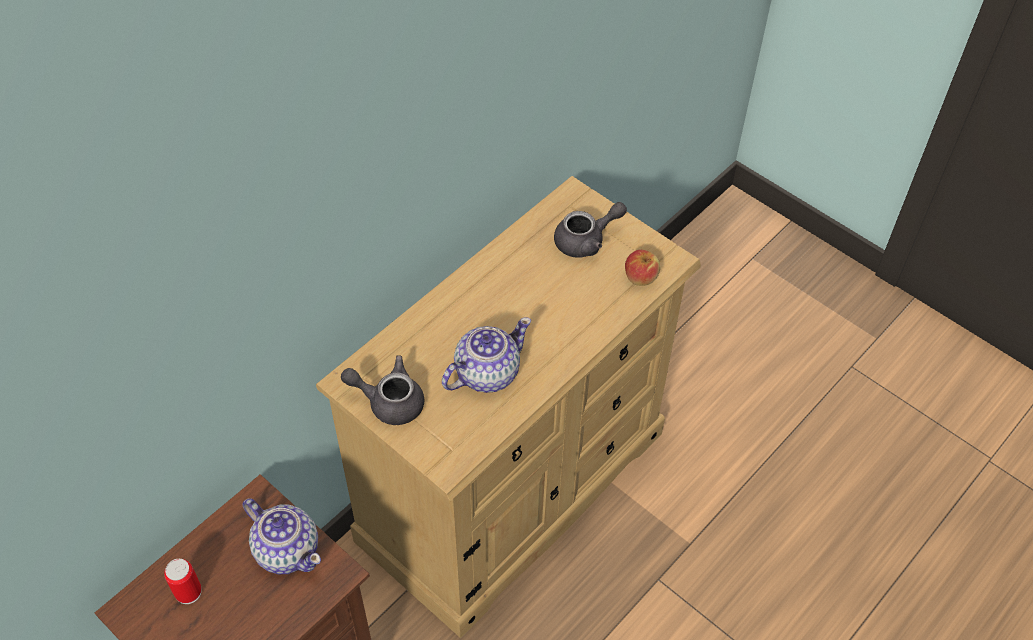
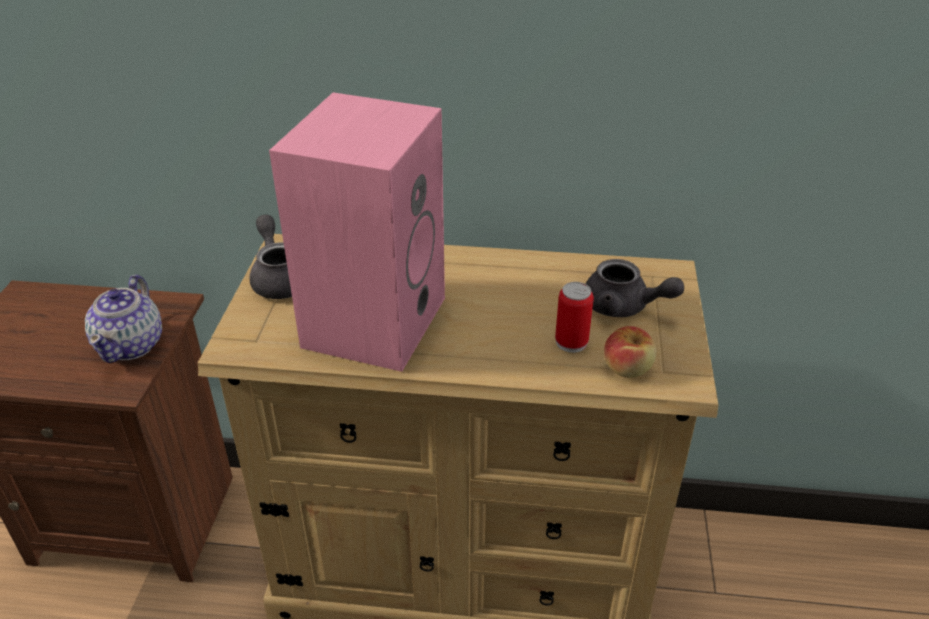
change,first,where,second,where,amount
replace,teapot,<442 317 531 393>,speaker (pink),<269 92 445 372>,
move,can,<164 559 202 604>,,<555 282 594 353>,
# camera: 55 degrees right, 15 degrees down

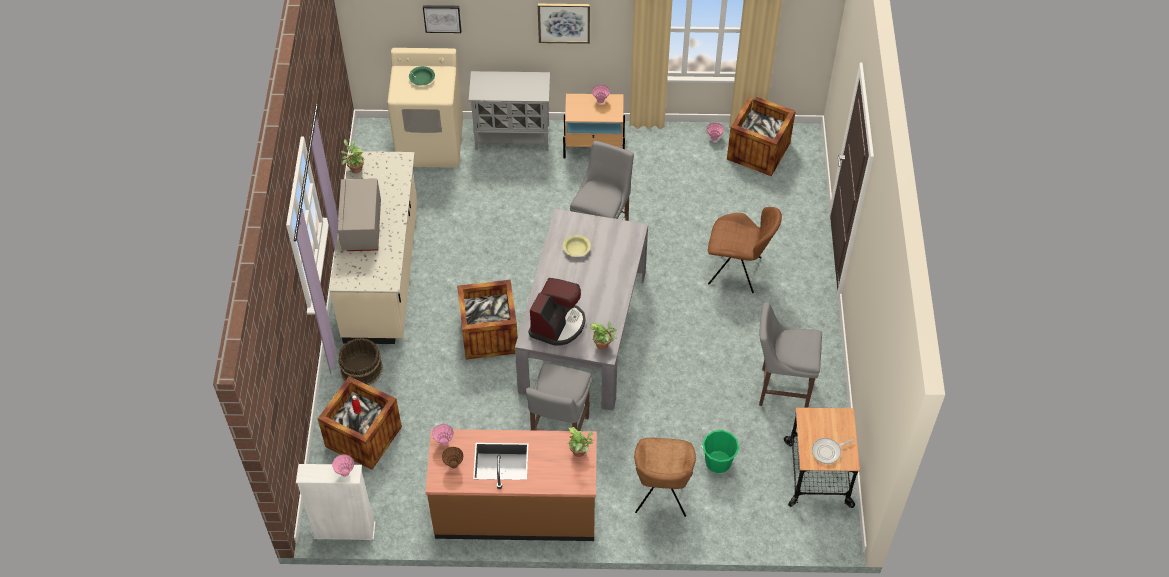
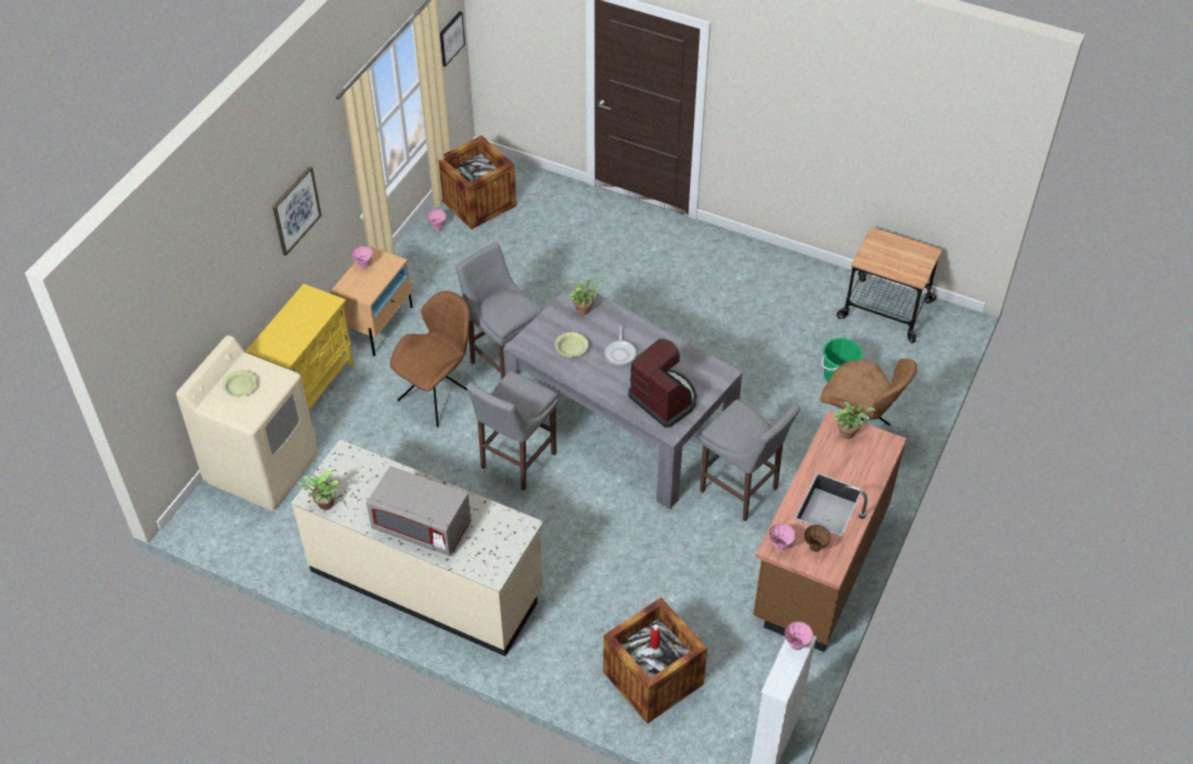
change,first,where,second,where,amount
recolor,bowl (green),<409 66 435 85>,bowl (yellow),<221 370 257 397>,
recolor,cabinet (grey),<468 71 550 151>,cabinet (yellow),<246 284 354 410>,
move,chair (brown),<708 207 782 293>,,<390 291 470 427>,
move,picture,<423 5 461 33>,,<440 11 465 67>,
move,stool (grey),<759 302 822 408>,,<466 371 558 491>,
move,potted plant,<590 321 617 350>,,<569 279 604 315>,
move,frying pan,<812 438 854 464>,,<604 326 637 366>,
delete,bucket (brown),<338 338 383 385>,,,
delete,crate,<457 280 518 360>,,,
# camera: 65 degrees left, 5 degrees down

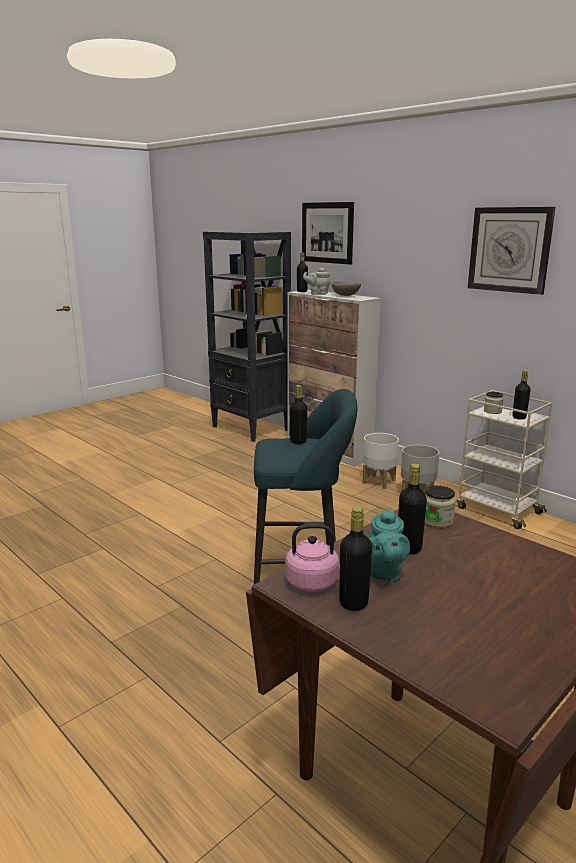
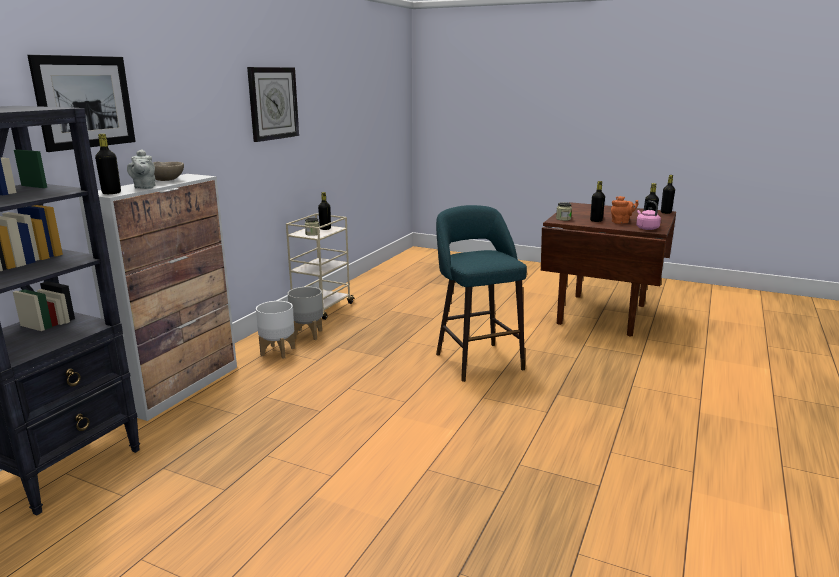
change,first,where,second,where,amount
recolor,teapot (turquoise),<369 507 410 583>,teapot (orange),<611 196 638 224>,
move,bottle (black),<290 385 307 444>,,<661 175 675 214>,
# camera: 110 degrees left, 0 degrees up

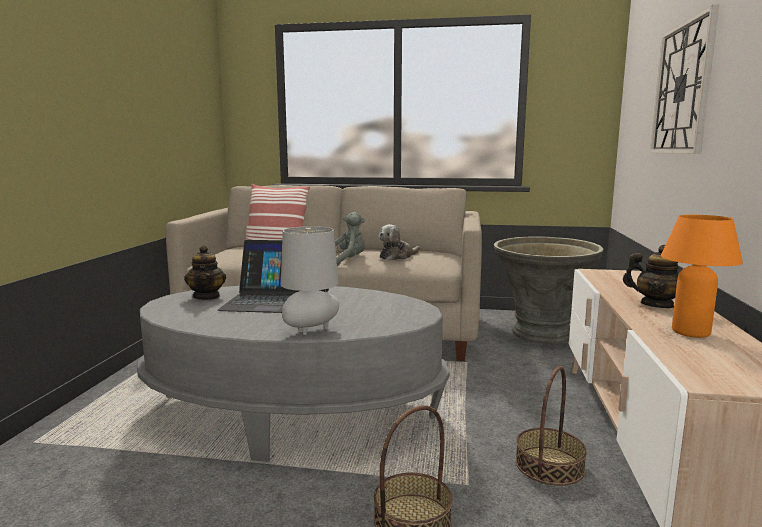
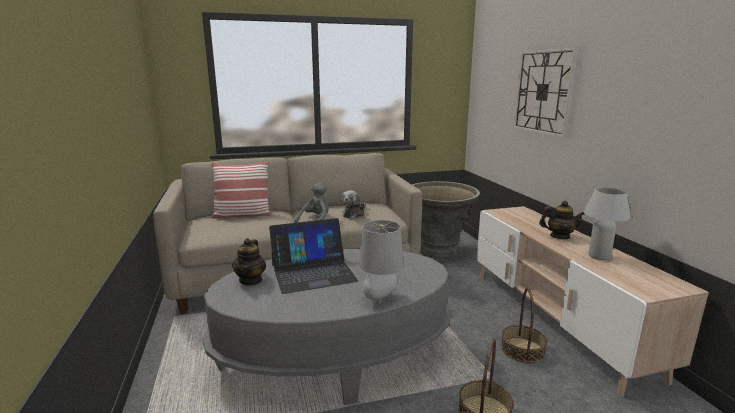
change,first,where,second,where,amount
rotate,teapot,<184 245 226 300>,,<232 238 266 285>,45 degrees clockwise
recolor,table lamp (orange),<661 215 743 338>,table lamp (white),<584 188 631 260>,
# camera: 25 degrees left, 5 degrees up

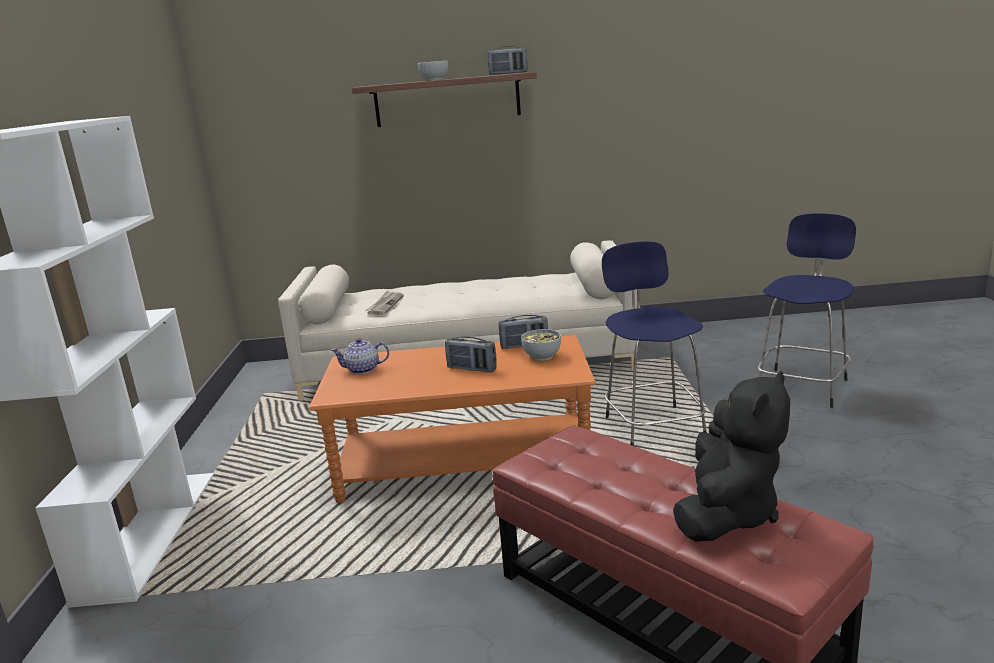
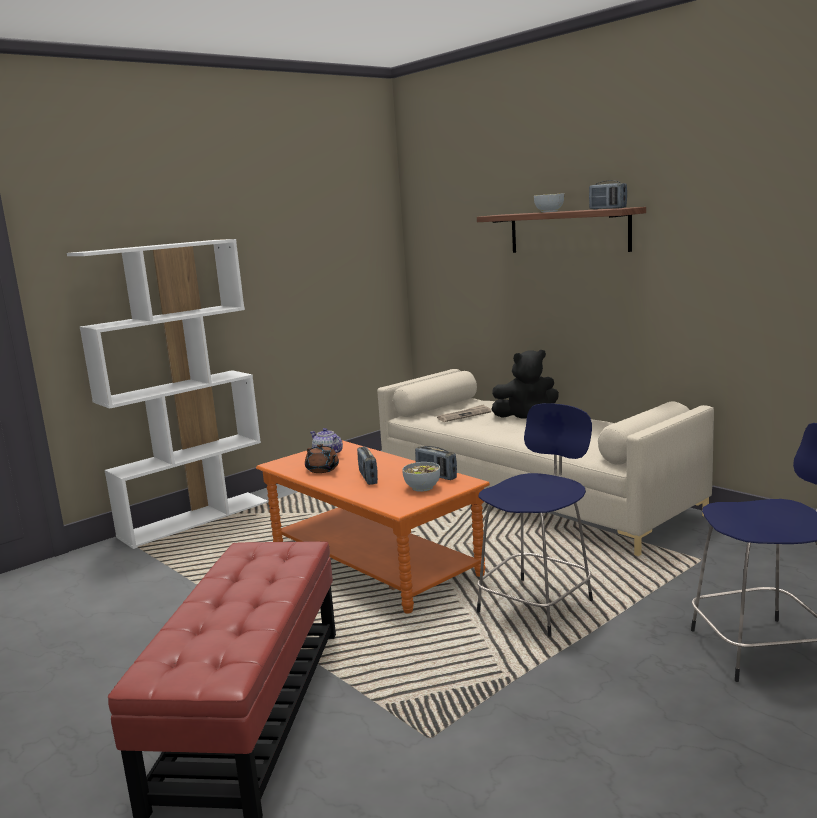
change,first,where,second,where,amount
insert,,,teapot (brown),<305 444 339 473>,
move,plush toy (black),<673 371 790 542>,,<491 350 559 419>,
# camera: 50 degrees right, 5 degrees down

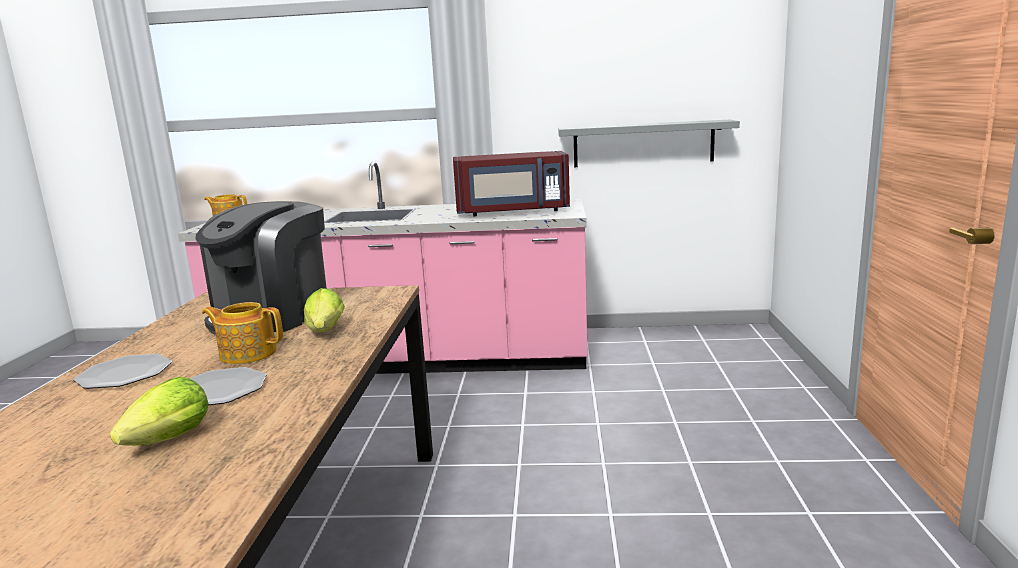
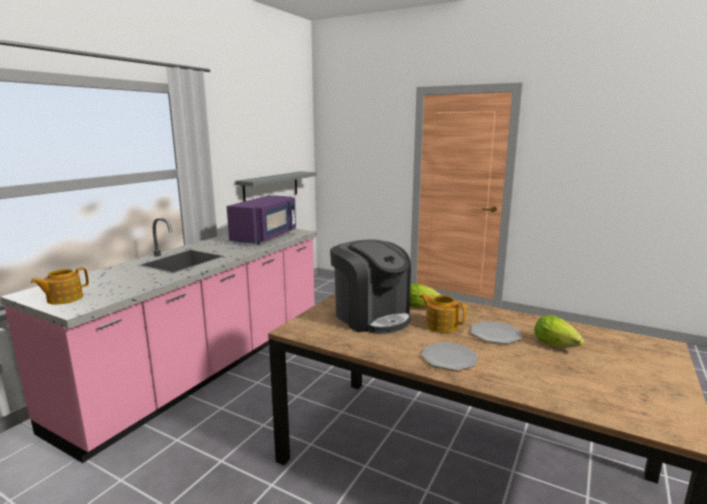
change,first,where,second,where,amount
recolor,microwave (red),<453 151 570 216>,microwave (purple),<227 195 296 244>,
rotate,teapot,<202 302 283 364>,,<420 294 466 333>,90 degrees clockwise
# camera: 65 degrees left, 0 degrees up

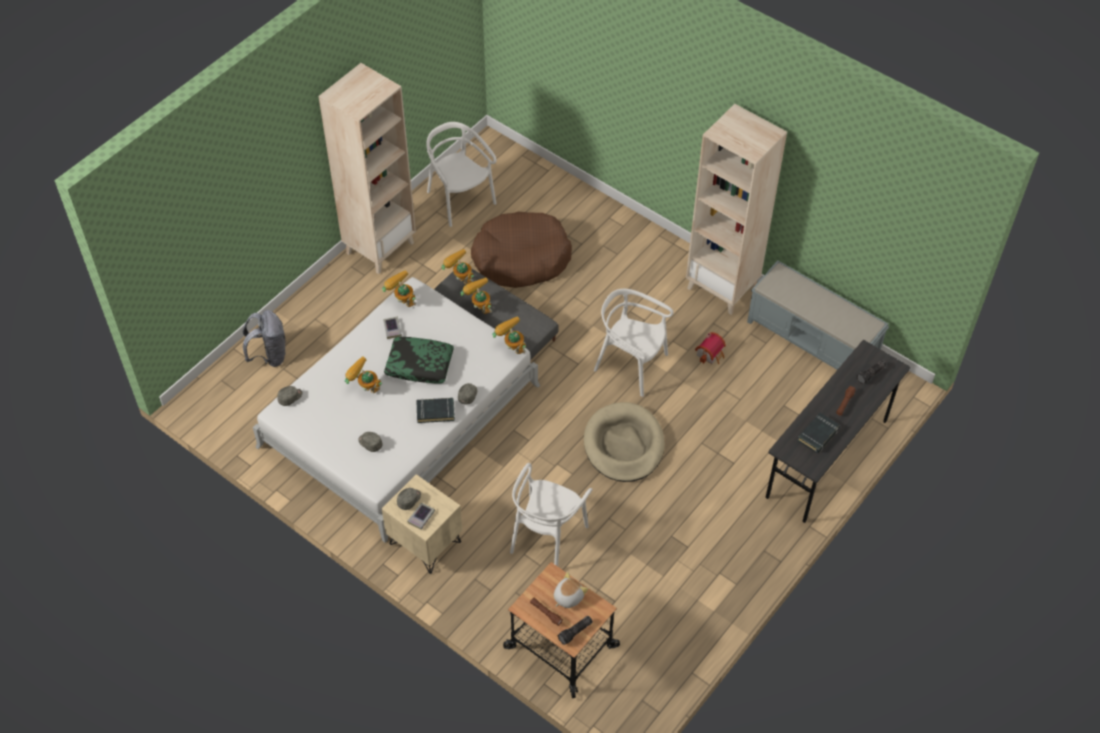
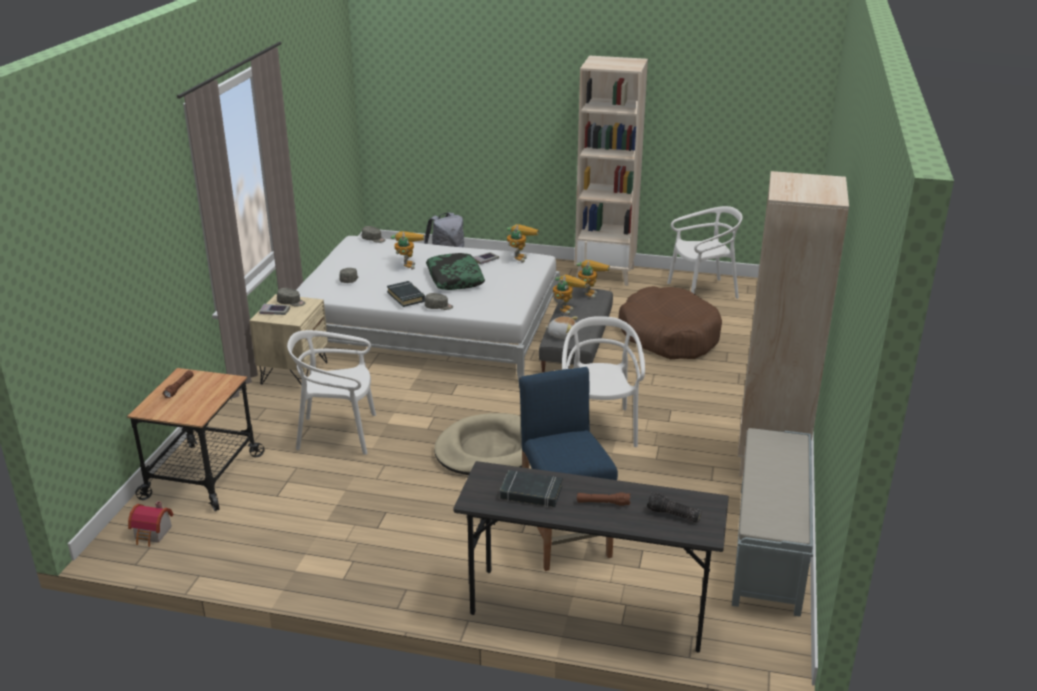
change,first,where,second,where,amount
move,toy house,<695 332 726 364>,,<128 501 174 547>,
insert,,,stool (blue),<518 367 618 571>,
move,plush toy,<554 572 588 608>,,<545 316 578 339>,
rotate,chair (white),<426 122 497 227>,,<667 206 743 299>,45 degrees clockwise
delete,toy robot,<492 316 526 354>,,,
delete,flashlight,<558 616 593 645>,,,
# camera: 65 degrees right, 25 degrees down

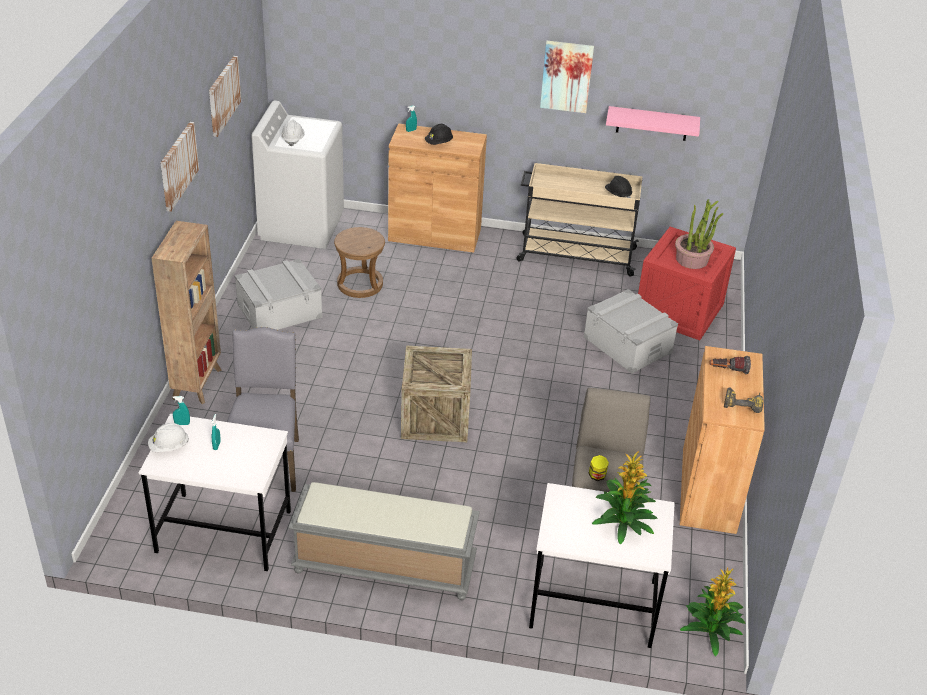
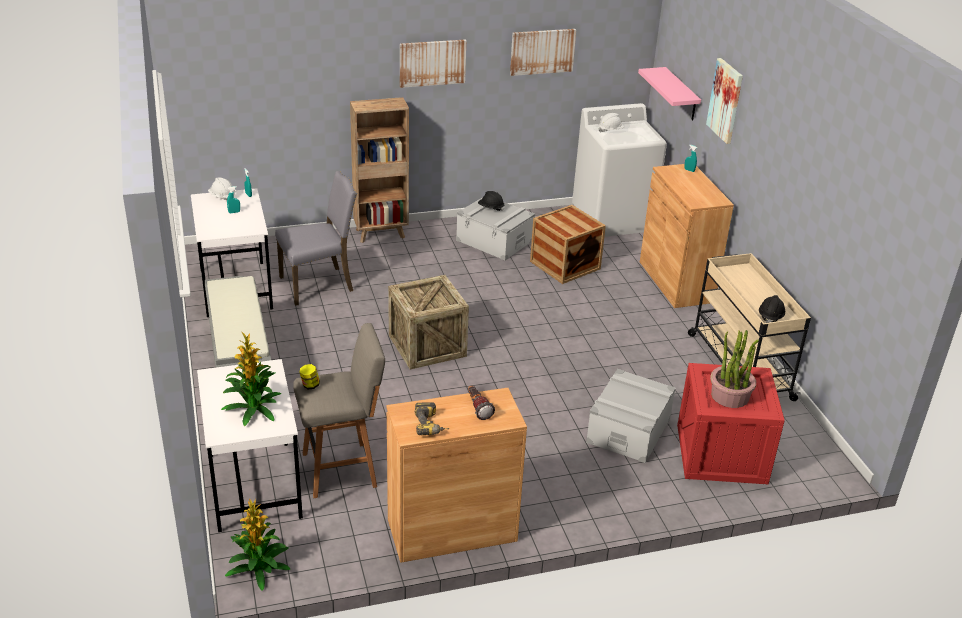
change,first,where,second,where,amount
move,hard hat (black),<425 124 453 145>,,<478 191 504 211>,
replace,stool (brown),<334 227 385 298>,crate,<530 205 606 284>,
move,shelf (pink),<606 106 700 141>,,<638 67 701 121>,
move,picture,<540 41 594 113>,,<706 58 743 144>,
# camera: 65 degrees right, 5 degrees down

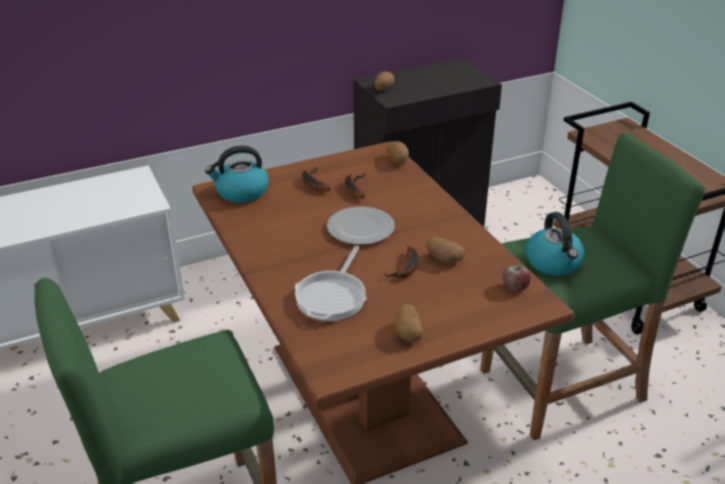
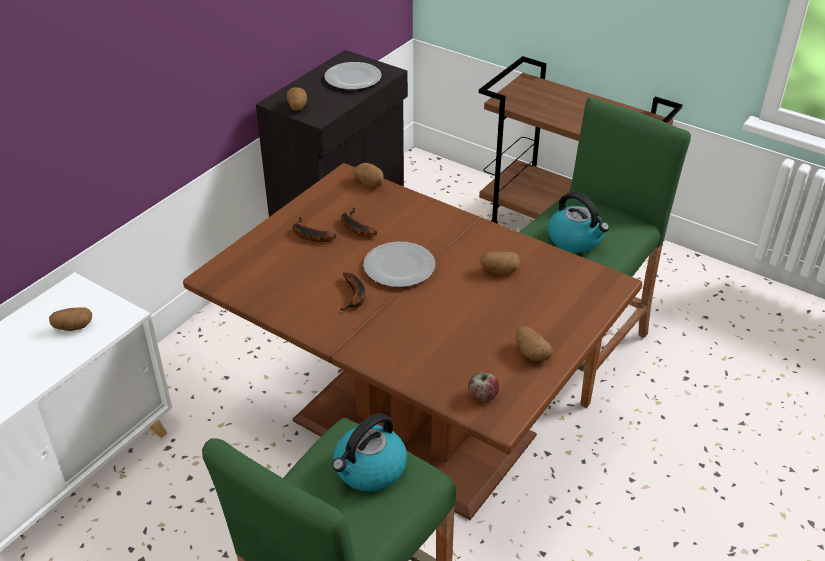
change,first,where,second,where,amount
insert,,,potato,<49 307 92 331>,
insert,,,plate,<324 62 381 90>,
move,kettle,<205 145 269 203>,,<332 413 407 492>,
move,banana,<384 246 418 278>,,<341 273 366 311>,
move,apple,<502 265 531 292>,,<468 372 499 402>,
delete,frying pan,<295 245 367 321>,,,
# camera: 30 degrees left, 5 degrees up

